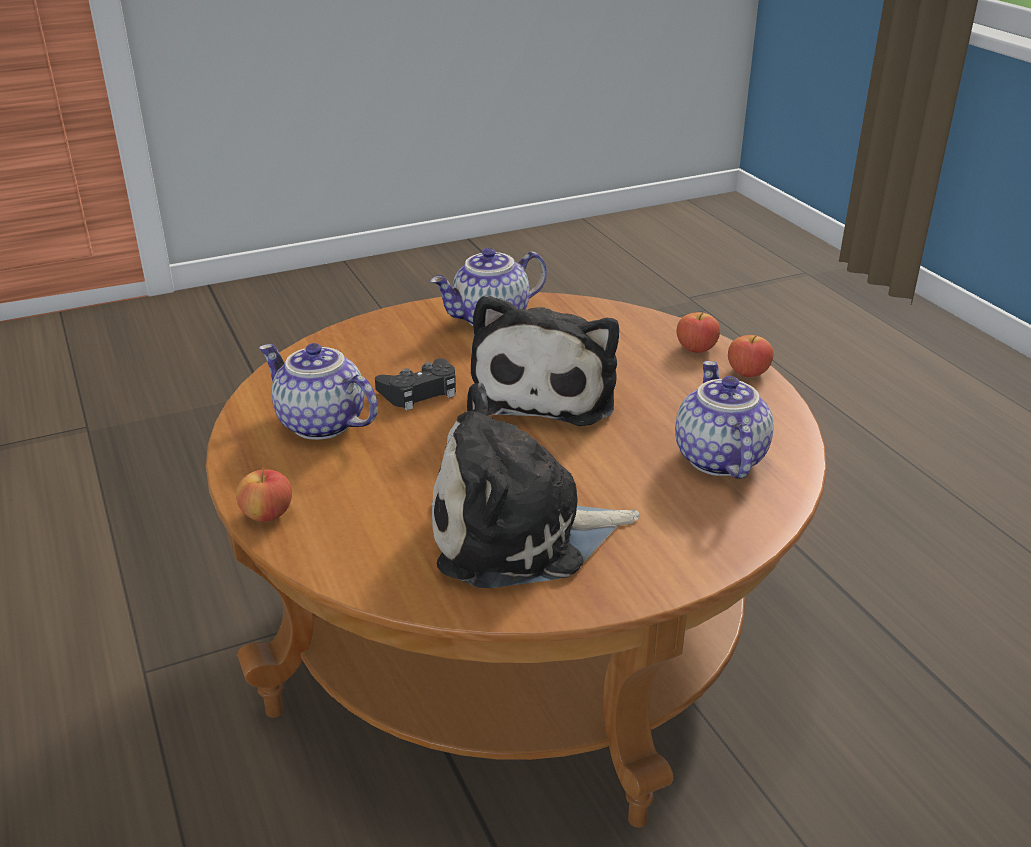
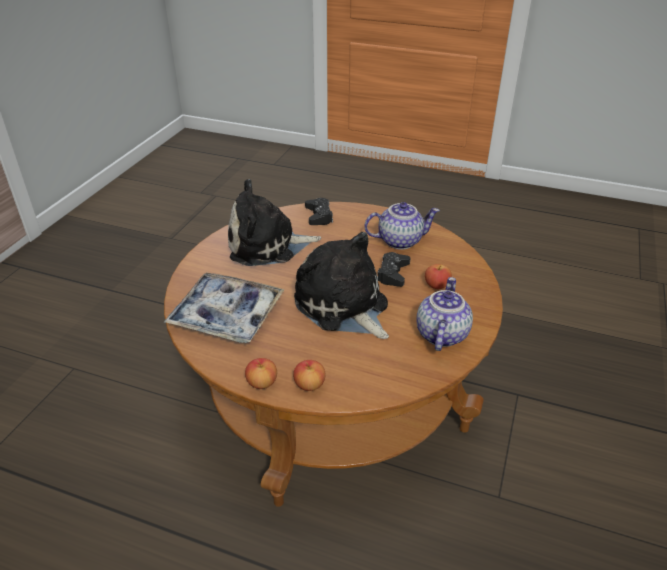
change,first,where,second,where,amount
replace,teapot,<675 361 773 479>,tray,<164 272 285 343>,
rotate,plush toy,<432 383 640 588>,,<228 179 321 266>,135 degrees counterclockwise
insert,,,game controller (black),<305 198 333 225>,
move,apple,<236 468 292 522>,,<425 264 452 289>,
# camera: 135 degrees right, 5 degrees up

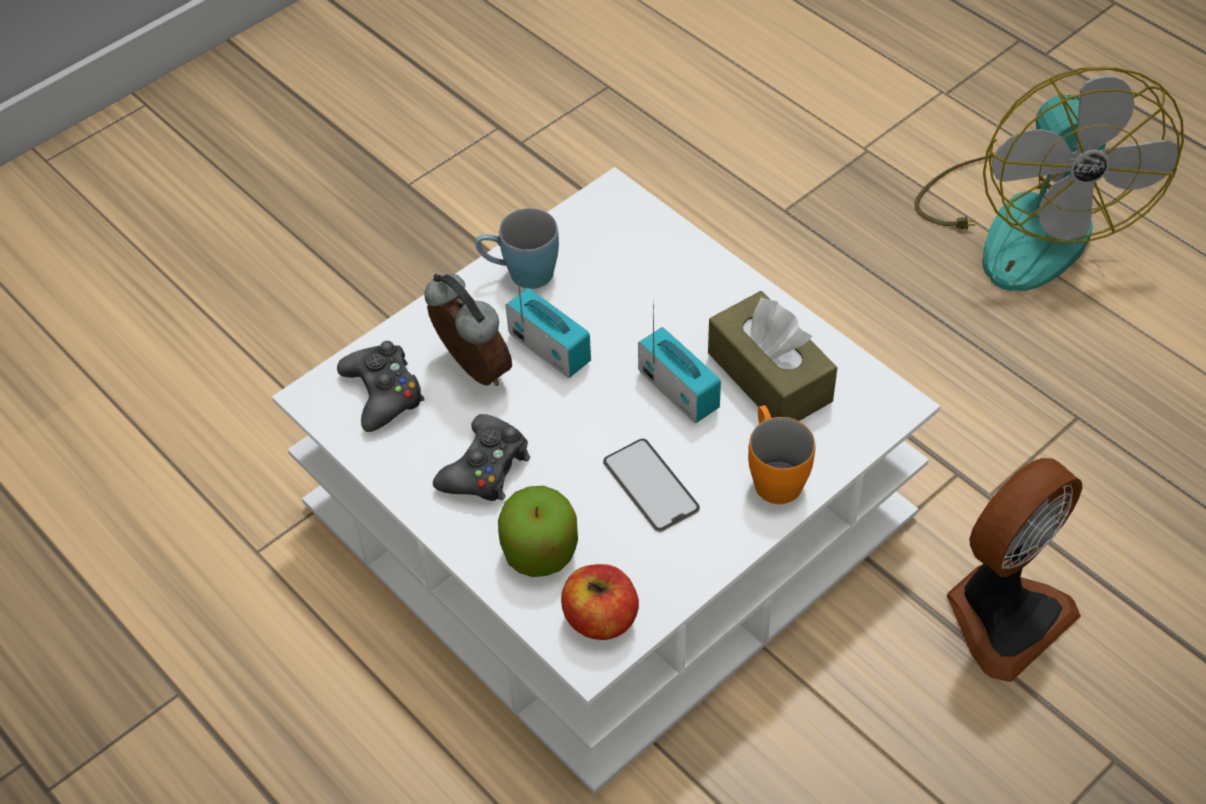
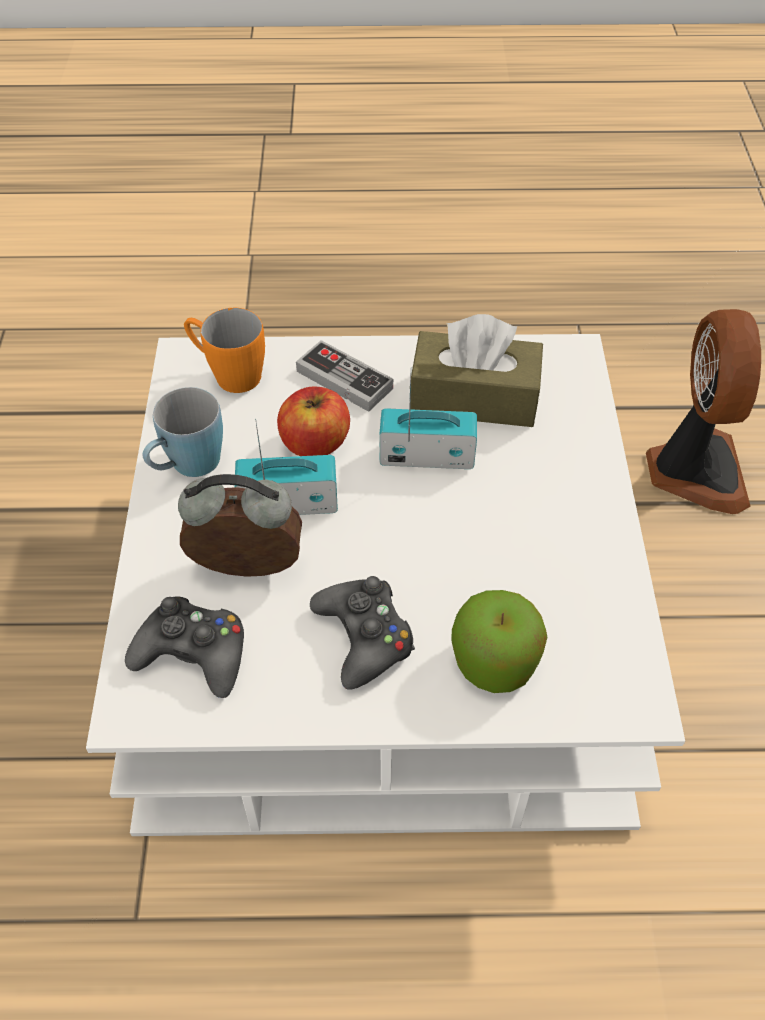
change,first,where,second,where,amount
move,mug (orange),<748 405 815 504>,,<184 308 265 393>,
move,apple,<561 564 639 640>,,<277 387 350 456>,
insert,,,game controller,<296 340 393 412>,
delete,phone,<603 439 700 532>,,,
delete,fan,<914 67 1184 291>,,,
# camera: 50 degrees left, 0 degrees up

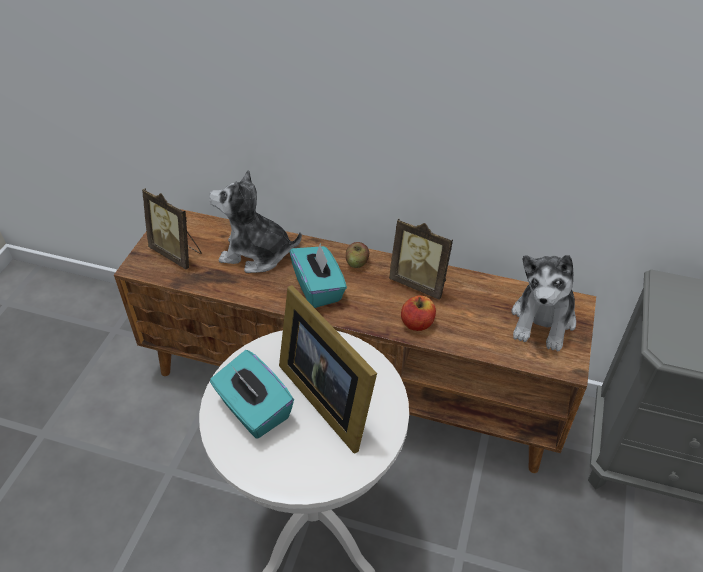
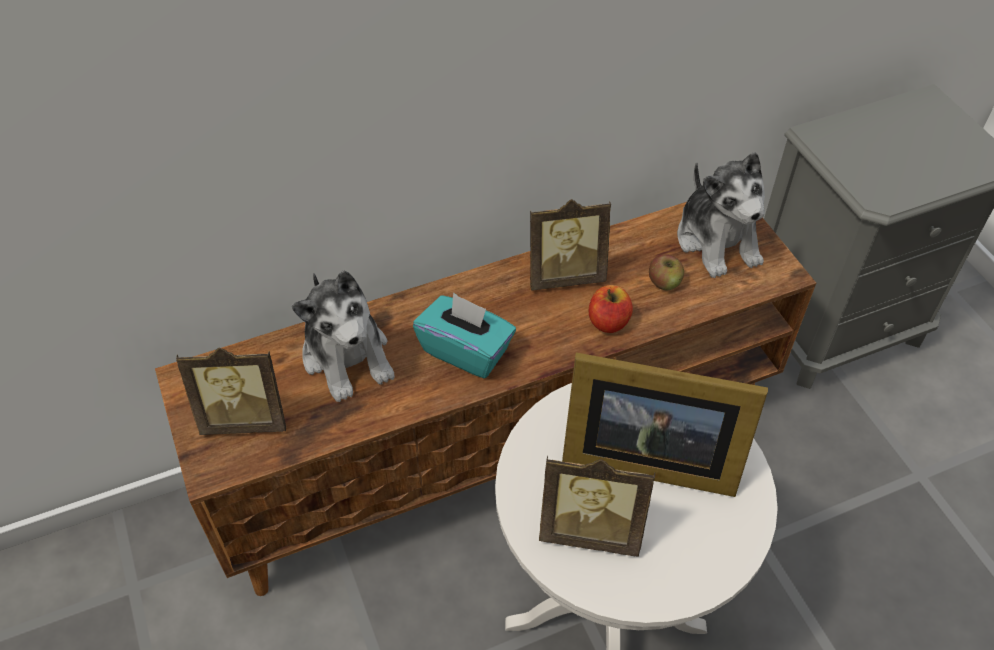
change,first,where,second,where,amount
rotate,plush toy,<209 170 302 273>,,<292 270 395 402>,90 degrees counterclockwise
replace,tissue box (turquoise),<210 350 294 439>,picture frame,<539 455 655 557>,
move,apple,<346 242 369 268>,,<649 254 684 291>,
# camera: 40 degrees left, 5 degrees up

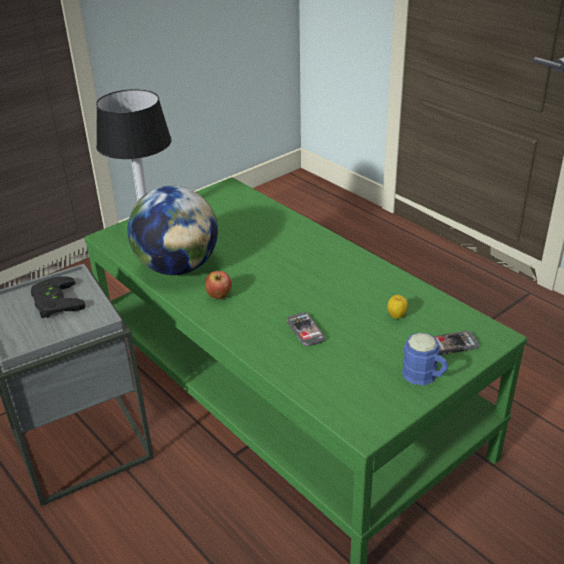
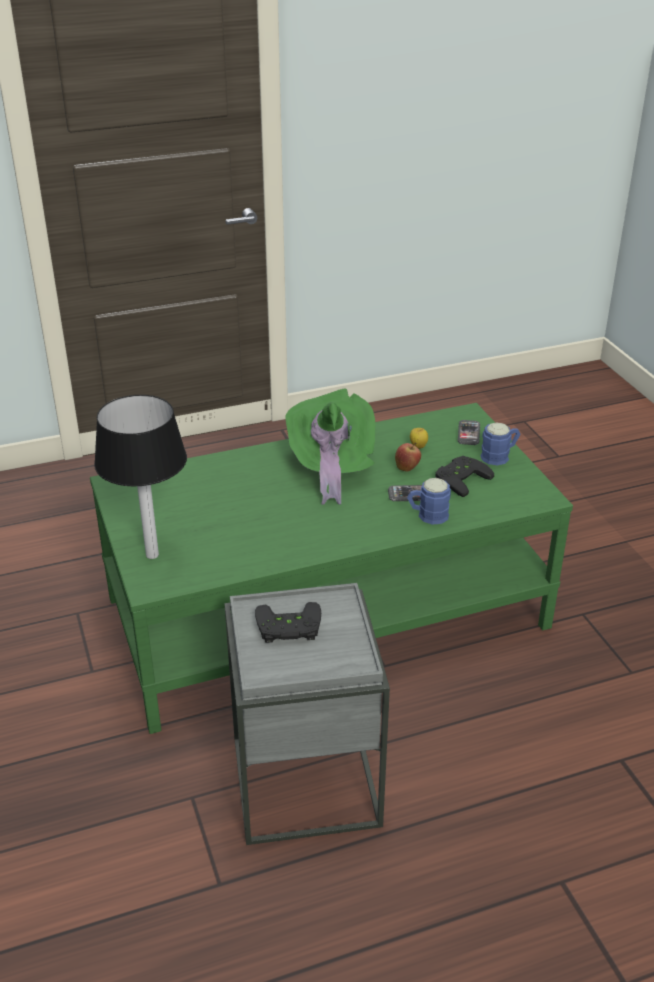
change,first,where,second,where,amount
insert,,,hat (green),<285 388 375 505>,
move,apple,<205 271 232 299>,,<395 443 421 472>,
insert,,,mug (blue),<407 478 451 525>,
insert,,,game controller (black),<435 456 494 497>,
delete,globe,<127 186 218 275>,,,
# camera: 70 degrees left, 0 degrees up

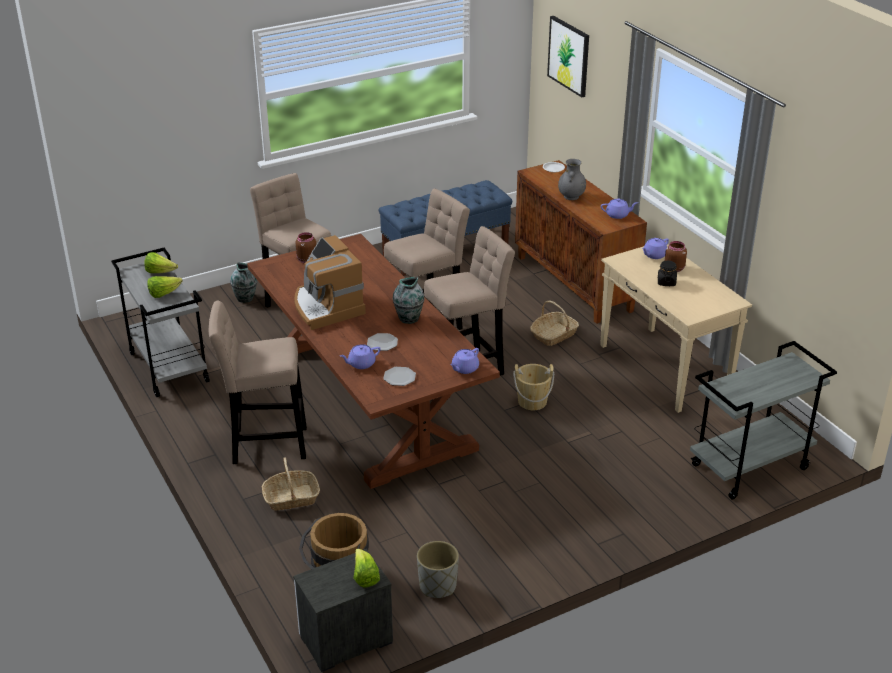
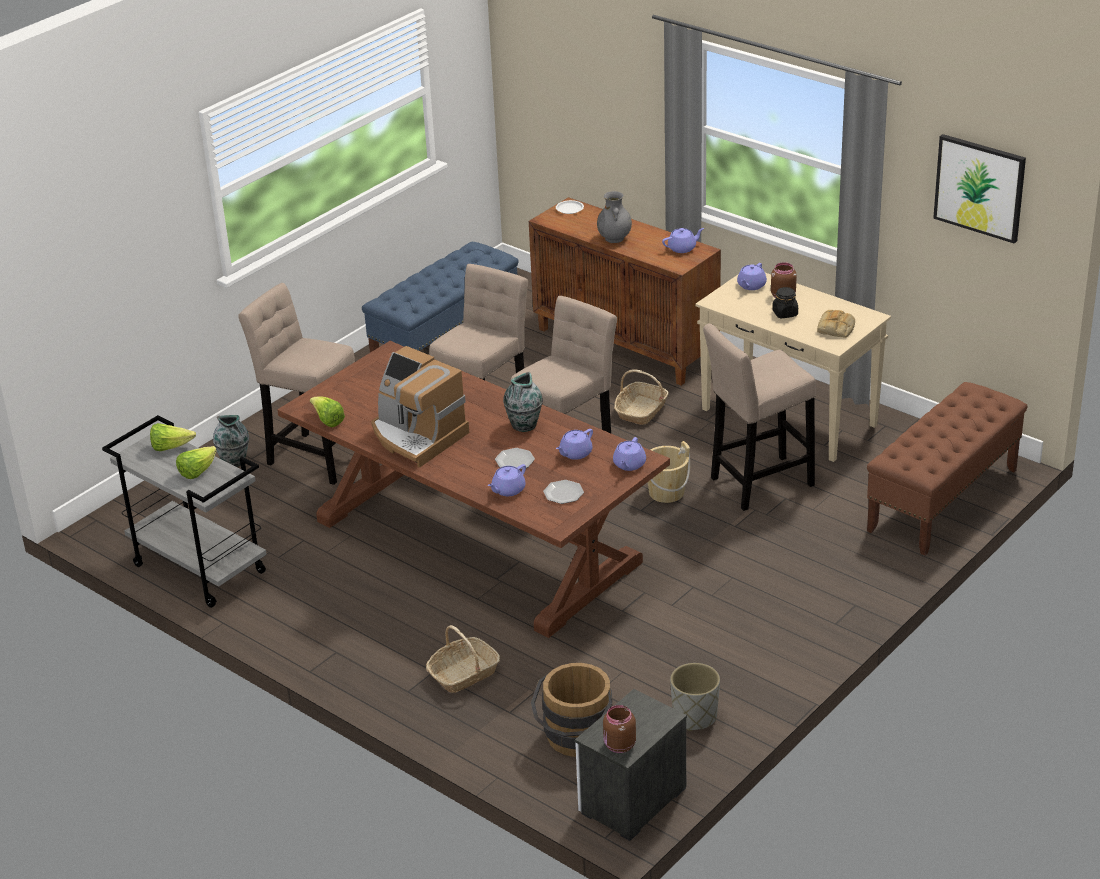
change,first,where,second,where,amount
move,lettuce,<353 549 380 588>,,<310 397 345 427>,
insert,,,teapot (purple),<556 429 593 460>,
move,jar (brown),<296 232 316 263>,,<603 705 636 753>,
move,stool (beige),<209 300 307 464>,,<703 324 816 511>,
insert,,,bread,<817 310 855 338>,
replace,cart (grey),<690 341 837 499>,bench (brown),<867 382 1027 556>,
move,picture,<547 16 589 97>,,<933 134 1026 243>,
# camera: 20 degrees left, 0 degrees up

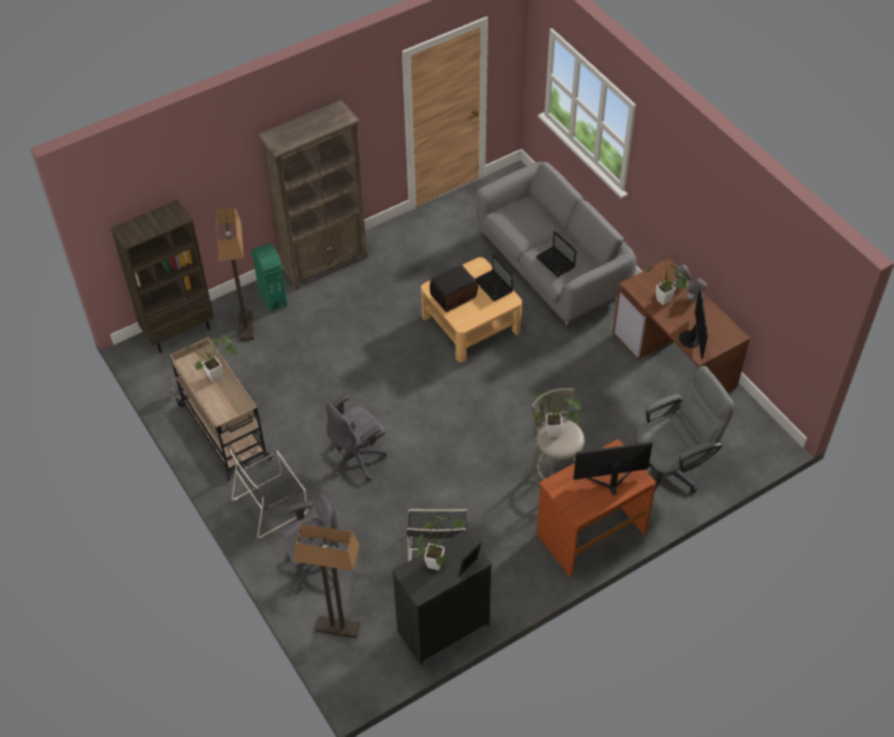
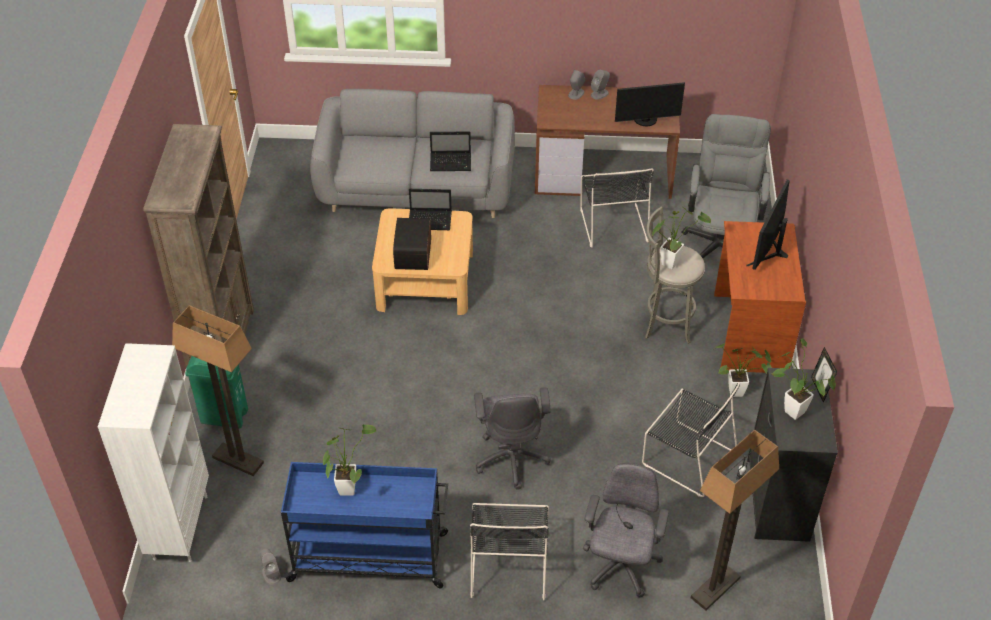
change,first,where,second,where,amount
recolor,bookcase (brown),<111 200 214 353>,bookcase (white),<98 343 209 562>,
recolor,cart (beige),<170 337 272 481>,cart (blue),<281 462 448 589>,
insert,,,chair (black),<580 168 654 248>,
rotate,monitor,<679 288 708 359>,,<615 82 685 126>,135 degrees clockwise
move,potted plant,<647 253 688 306>,,<715 343 772 397>,
# camera: 55 degrees left, 5 degrees down

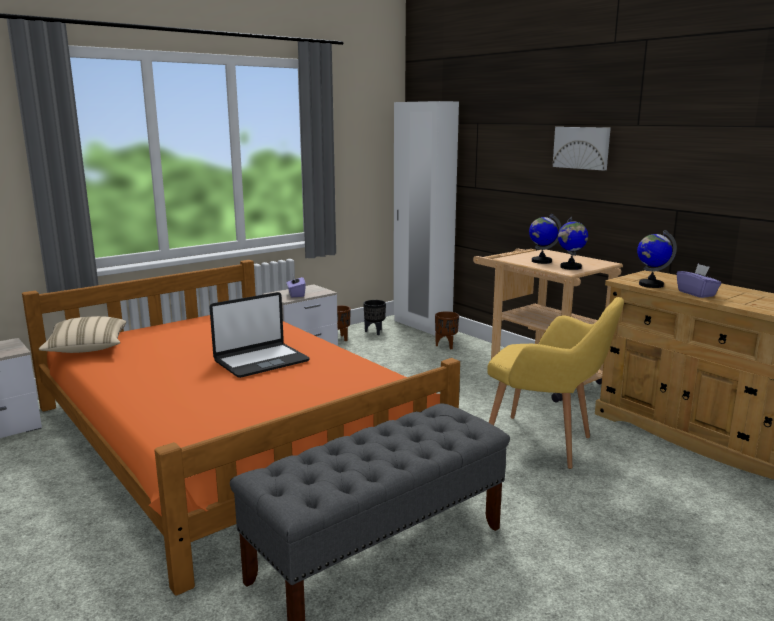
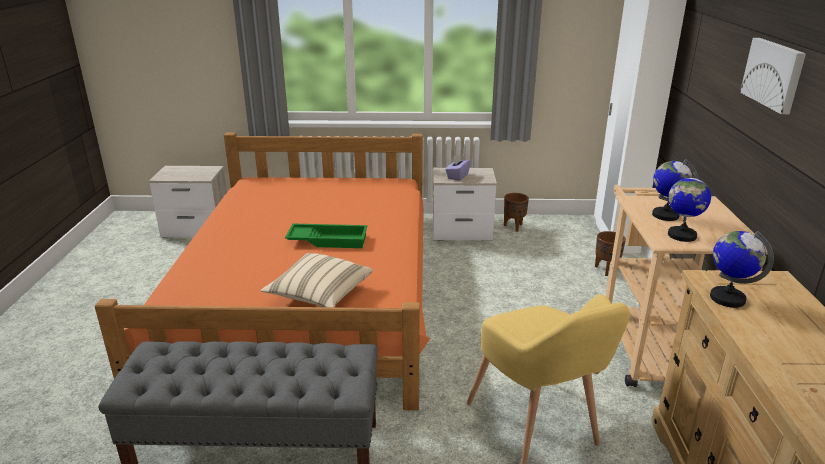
change,first,where,second,where,amount
move,pillow (beige),<39 316 126 353>,,<261 253 373 307>,
replace,laptop,<210 292 310 378>,tray (green),<285 223 367 248>,
delete,planter (black),<363 300 386 335>,,,
delete,tissue box (purple),<677 264 722 298>,,,
# camera: 40 degrees right, 10 degrees up

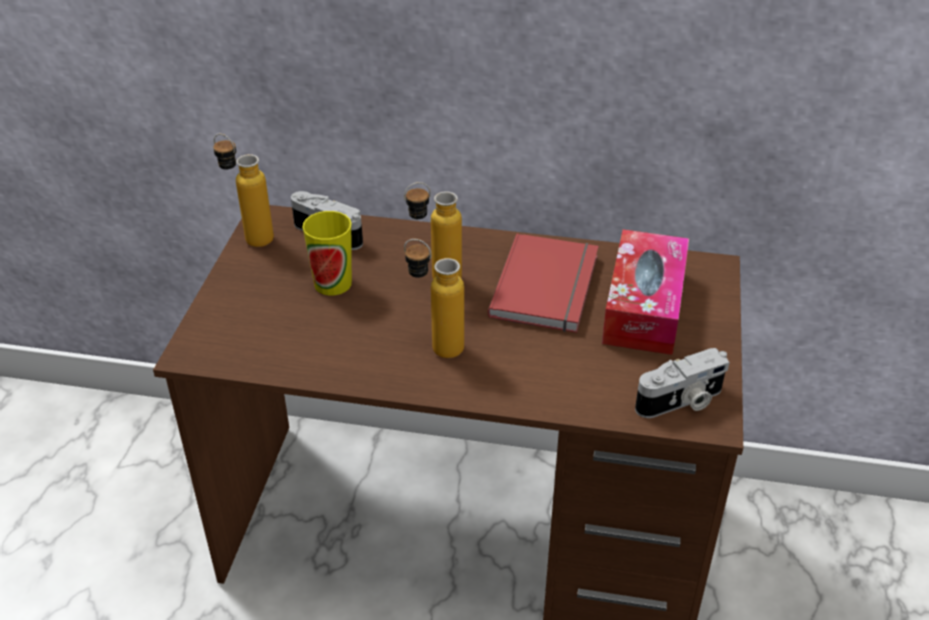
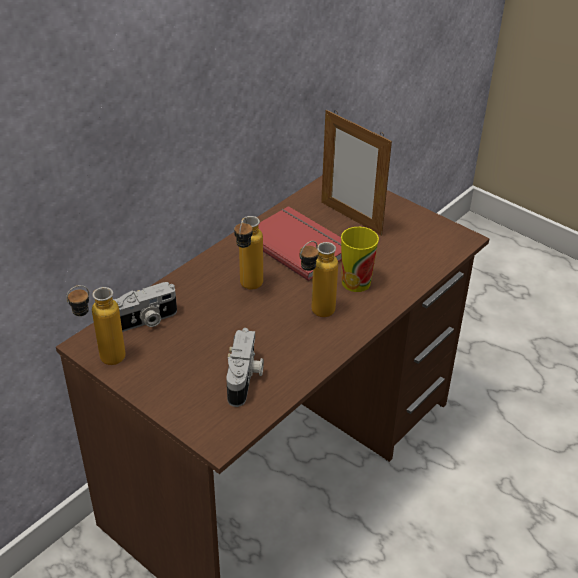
change,first,where,second,where,amount
move,photo camera,<635 348 730 418>,,<226 328 264 407>,
replace,tissue box,<602 229 689 355>,picture frame,<321 110 392 236>,
move,cup,<302 211 352 295>,,<341 227 379 292>,
# camera: 60 degrees left, 0 degrees up

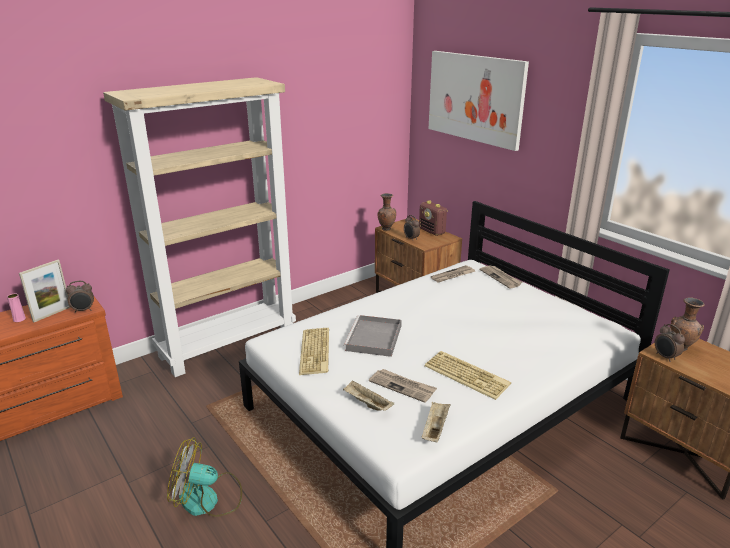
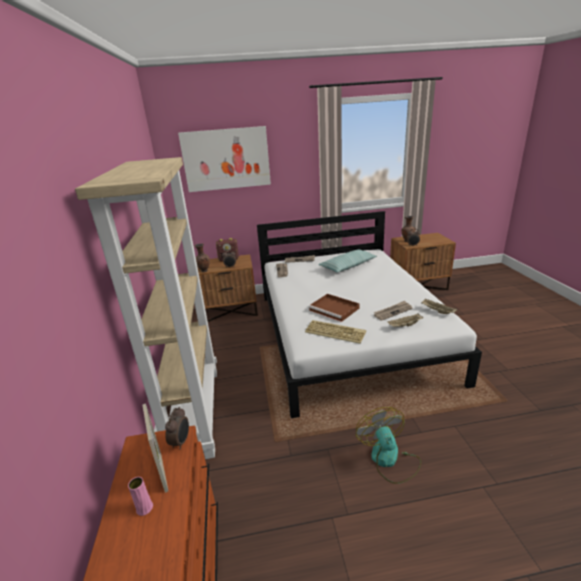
change,first,where,second,where,amount
recolor,tray (grey),<343 315 402 357>,tray (brown),<308 294 360 322>,
insert,,,pillow,<318 249 377 272>,
rotate,fan,<167 437 242 517>,,<356 407 422 484>,135 degrees clockwise
delete,keyboard,<424 351 511 400>,,,
# camera: 60 degrees left, 0 degrees up

